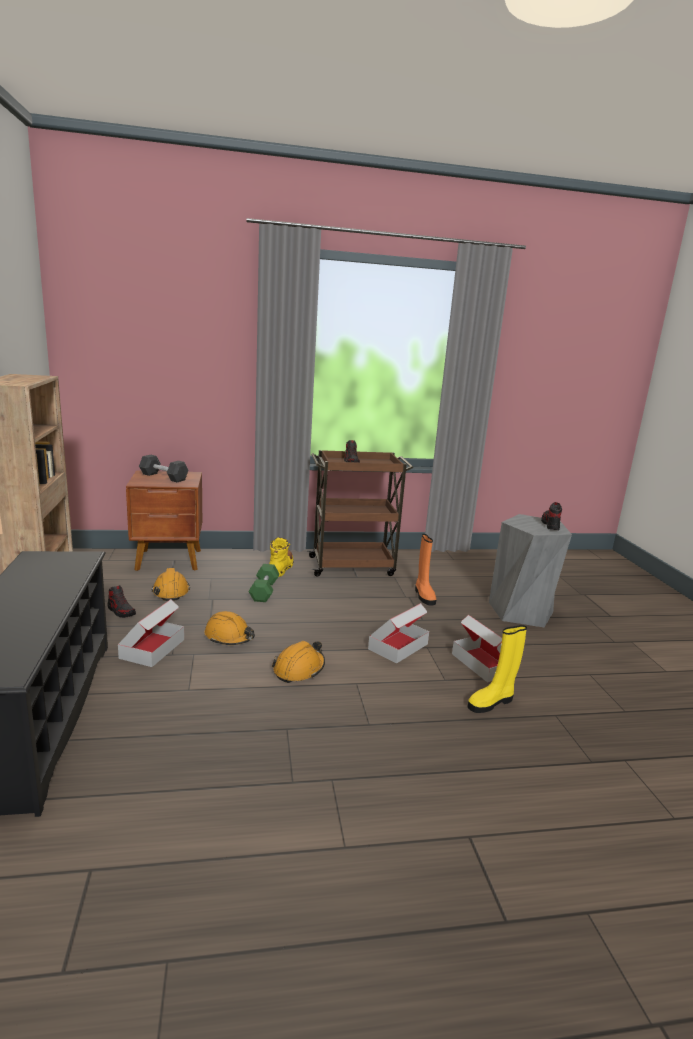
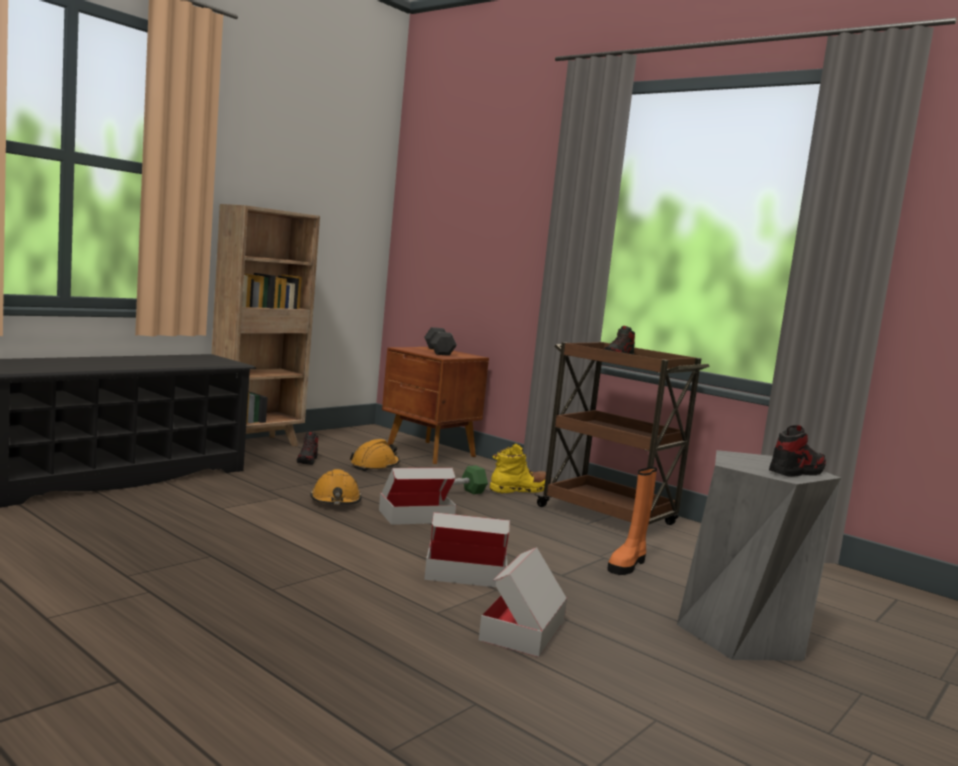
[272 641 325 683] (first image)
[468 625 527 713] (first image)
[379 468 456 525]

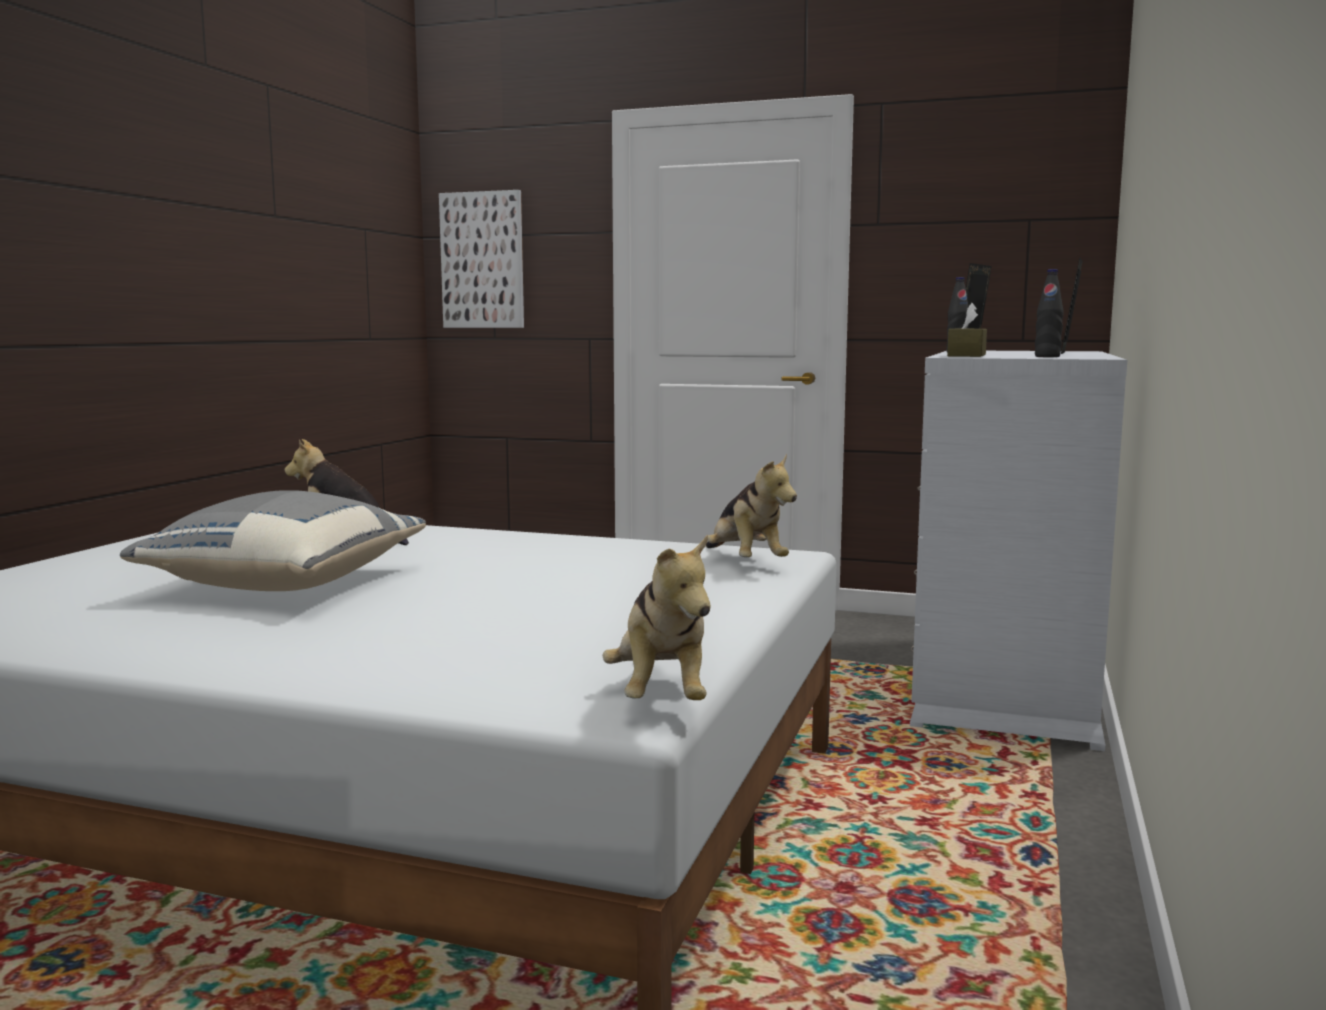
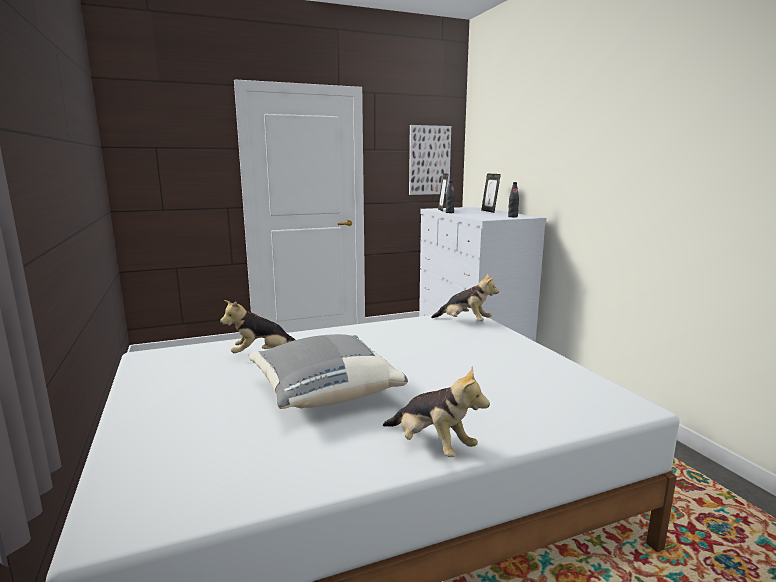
[947 303 987 357] (first image)
[409 125 451 195]
[383 366 490 457]

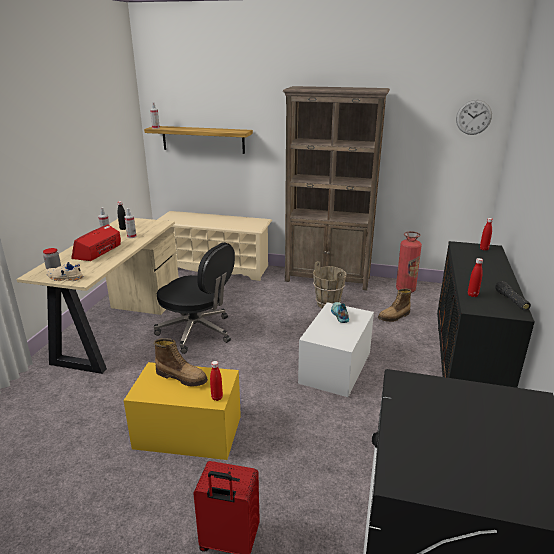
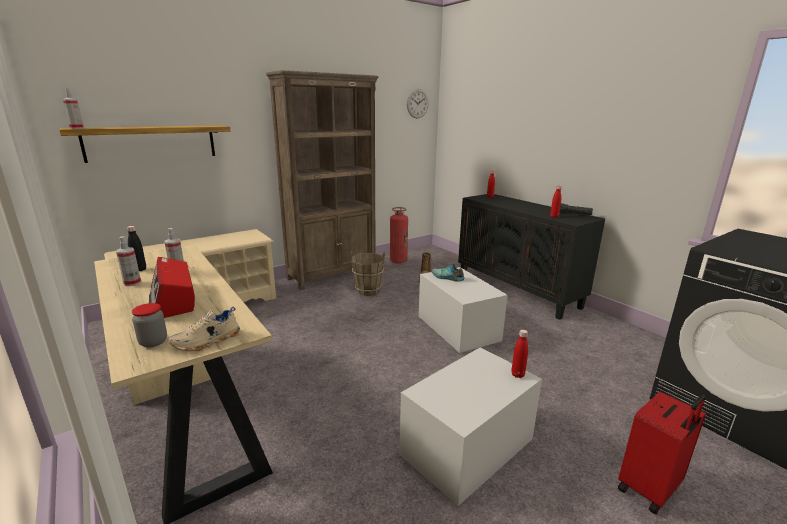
[154 242 235 354] (first image)
[154 338 208 387] (first image)
[400 347 542 506]

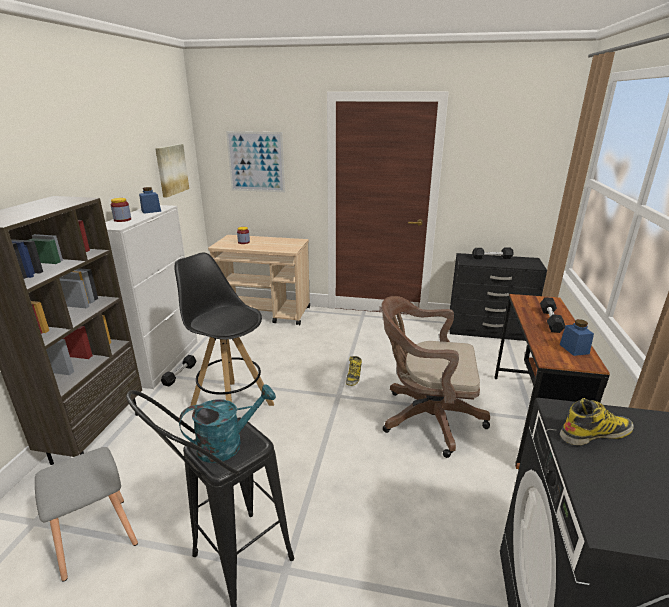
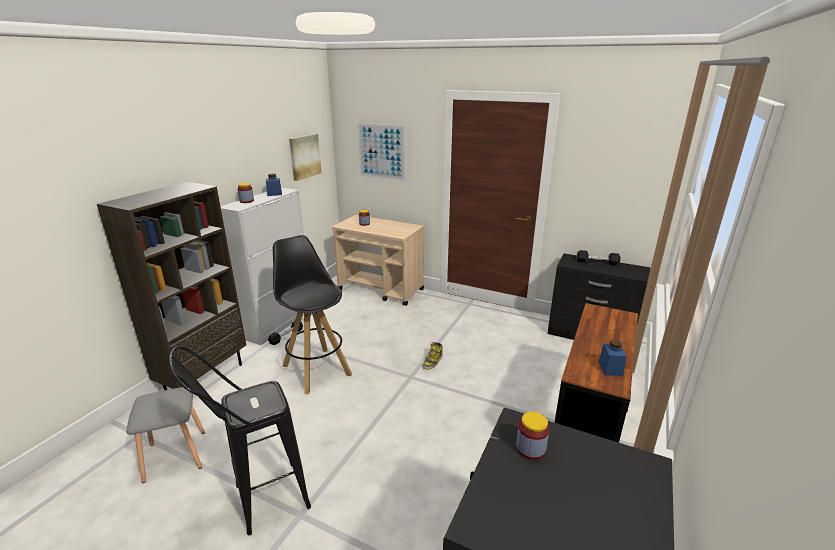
[179 384 276 463] (first image)
[381 296 490 458] (first image)
[540 297 565 333] (first image)
[516 412 549 460]

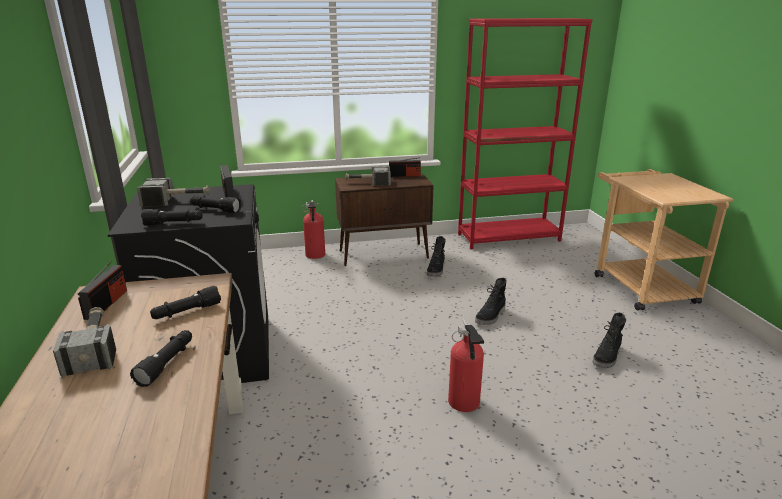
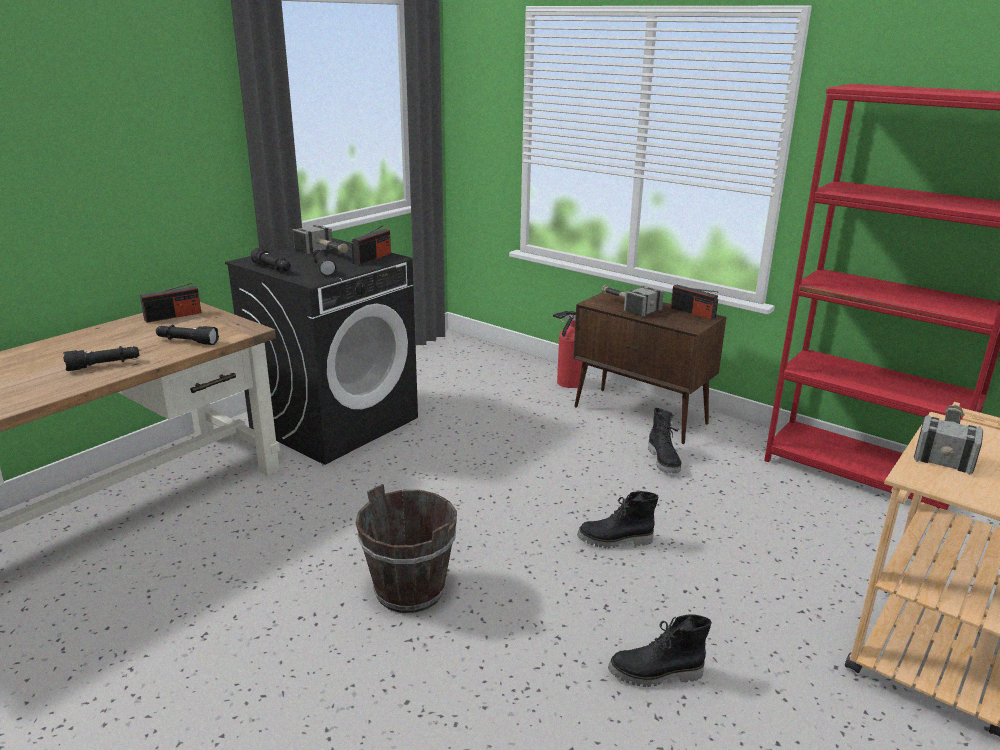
[914 405 983 475]
[356 484 457 613]
[648 408 682 473]

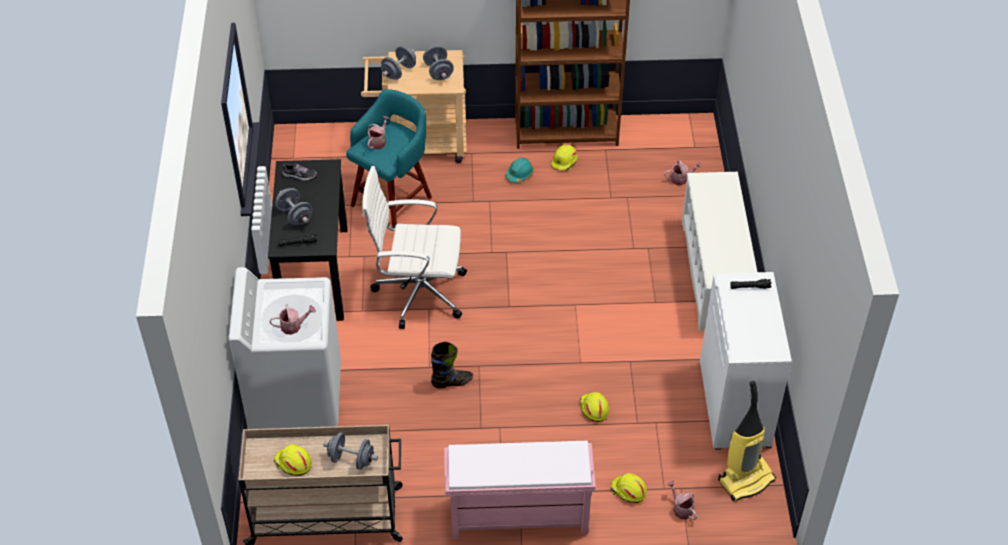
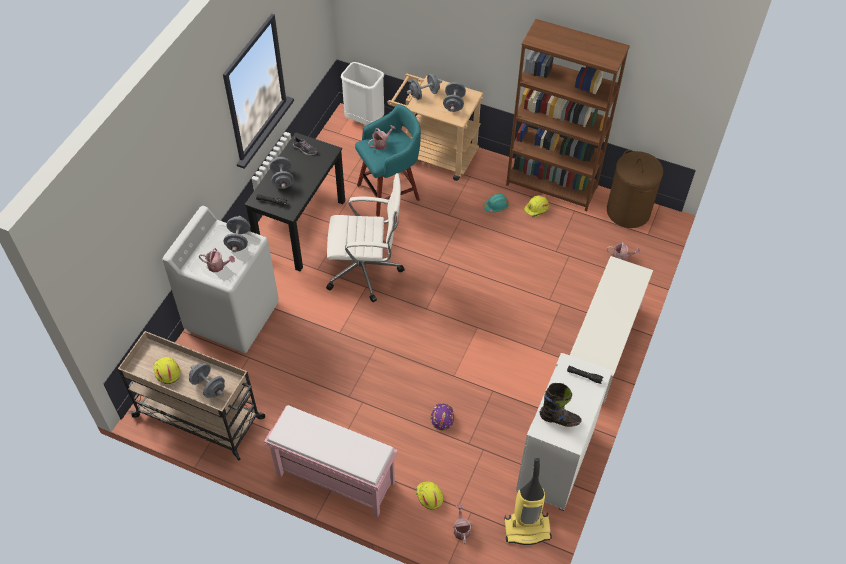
[224 216 250 252]
[341 62 384 125]
[607 150 663 228]
[540 383 582 427]
[430 403 454 430]
[326 173 405 302]

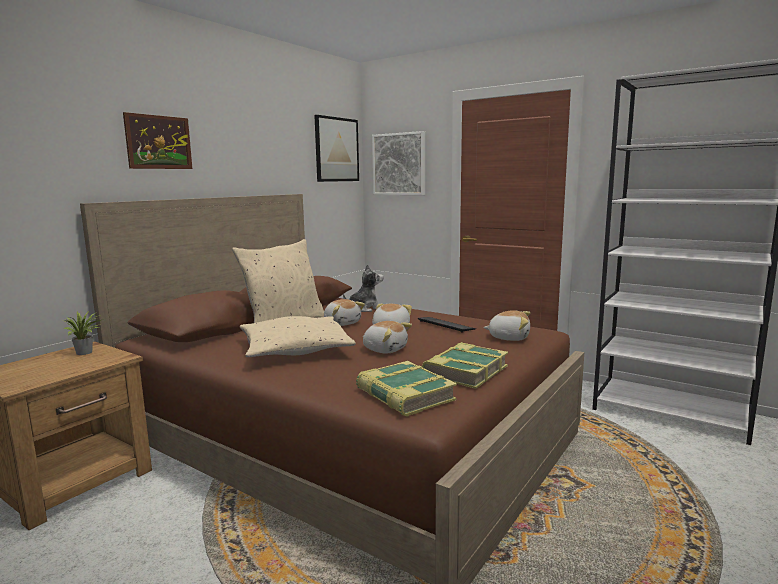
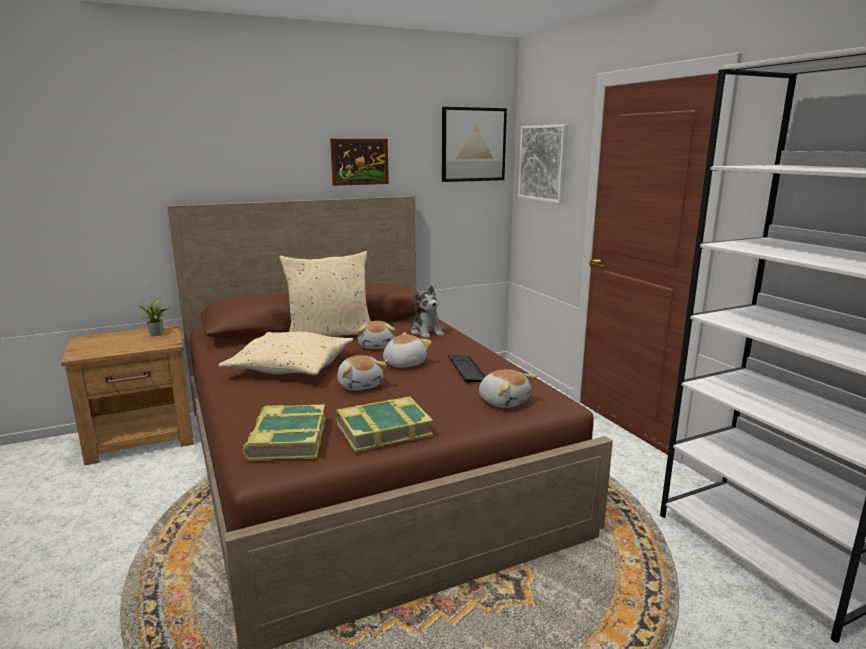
[330 139 389 186]
[411 285 444 338]

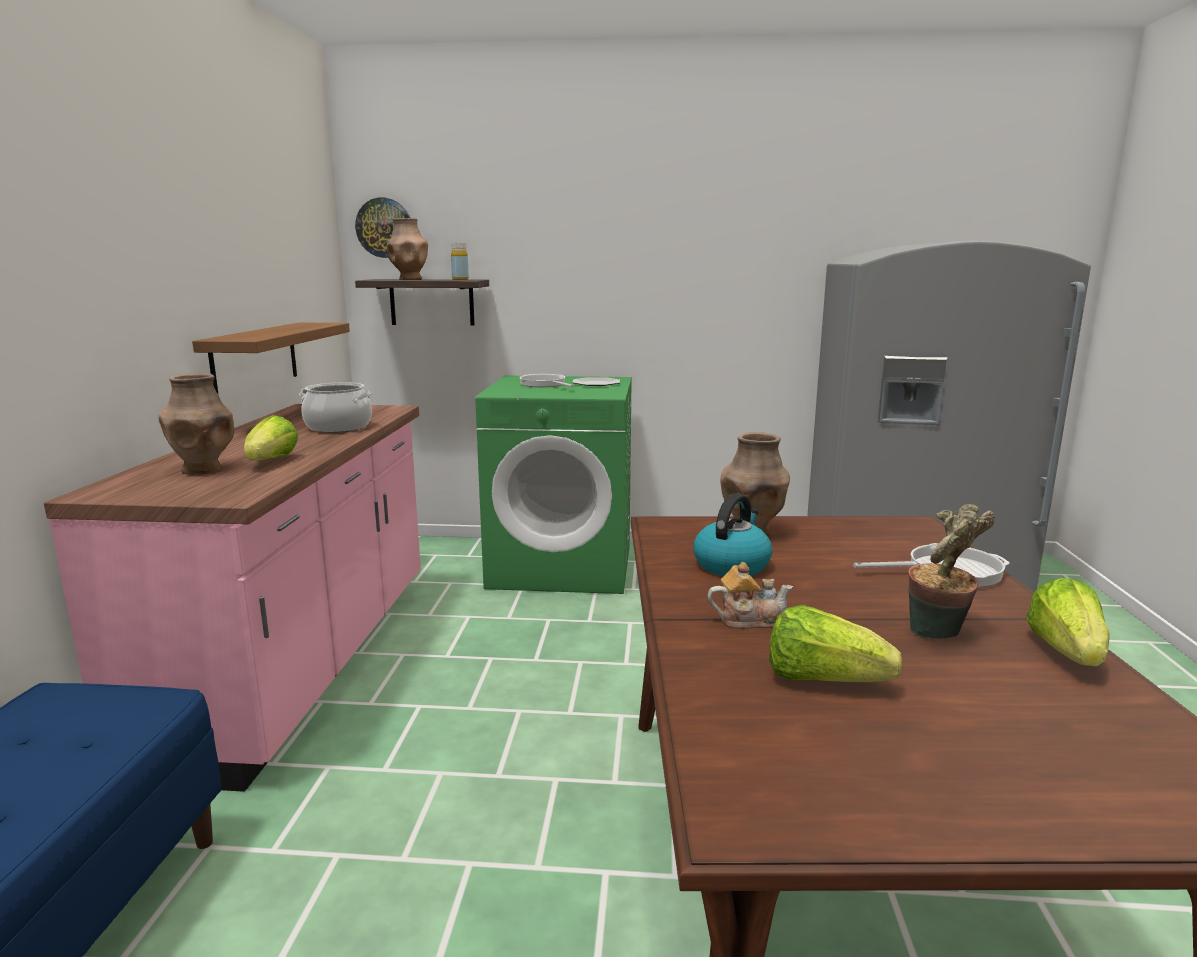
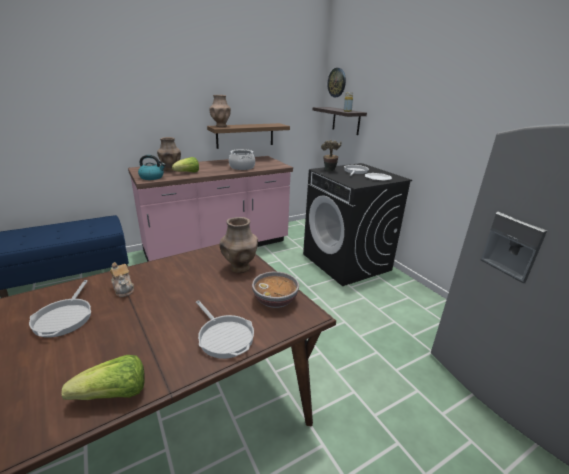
[252 271 299 308]
[209 95 231 127]
[138 155 166 180]
[321 139 342 171]
[29 280 91 337]
[303 163 412 286]

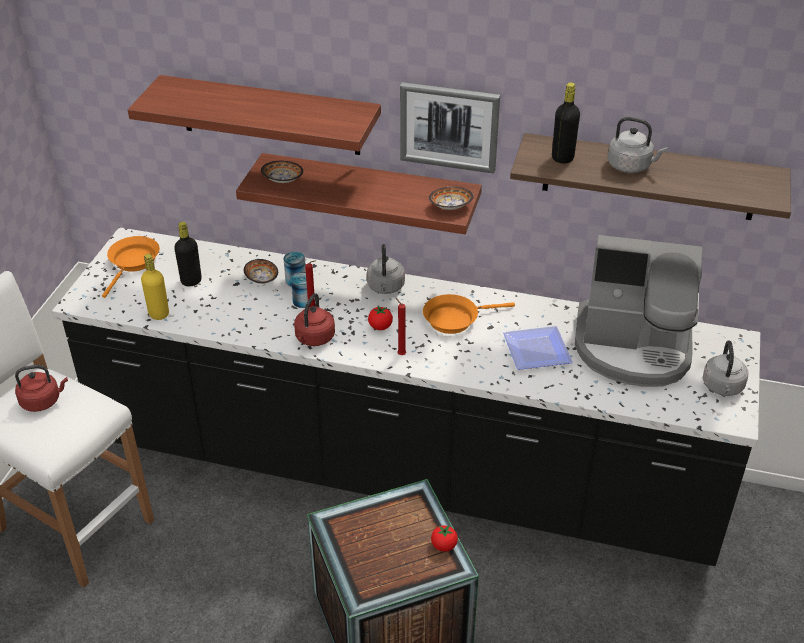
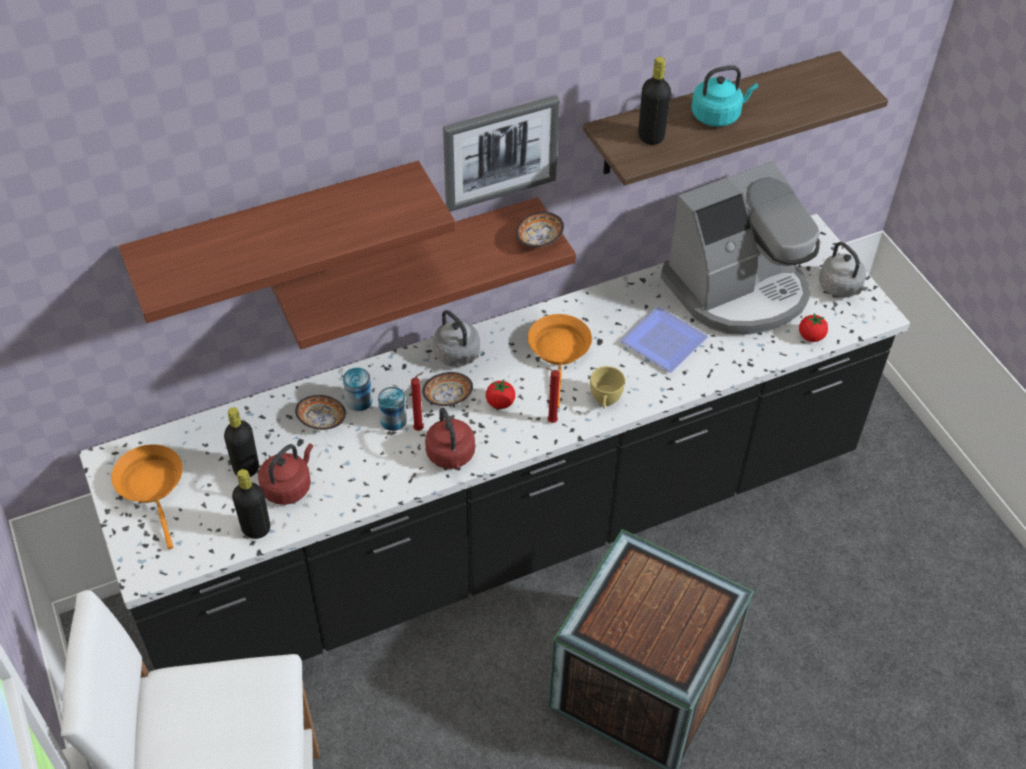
[590 366 625 408]
[258 443 313 505]
[422 372 473 406]
[799 313 828 342]
[232 469 270 539]
[691 65 758 127]
[528 314 592 408]

